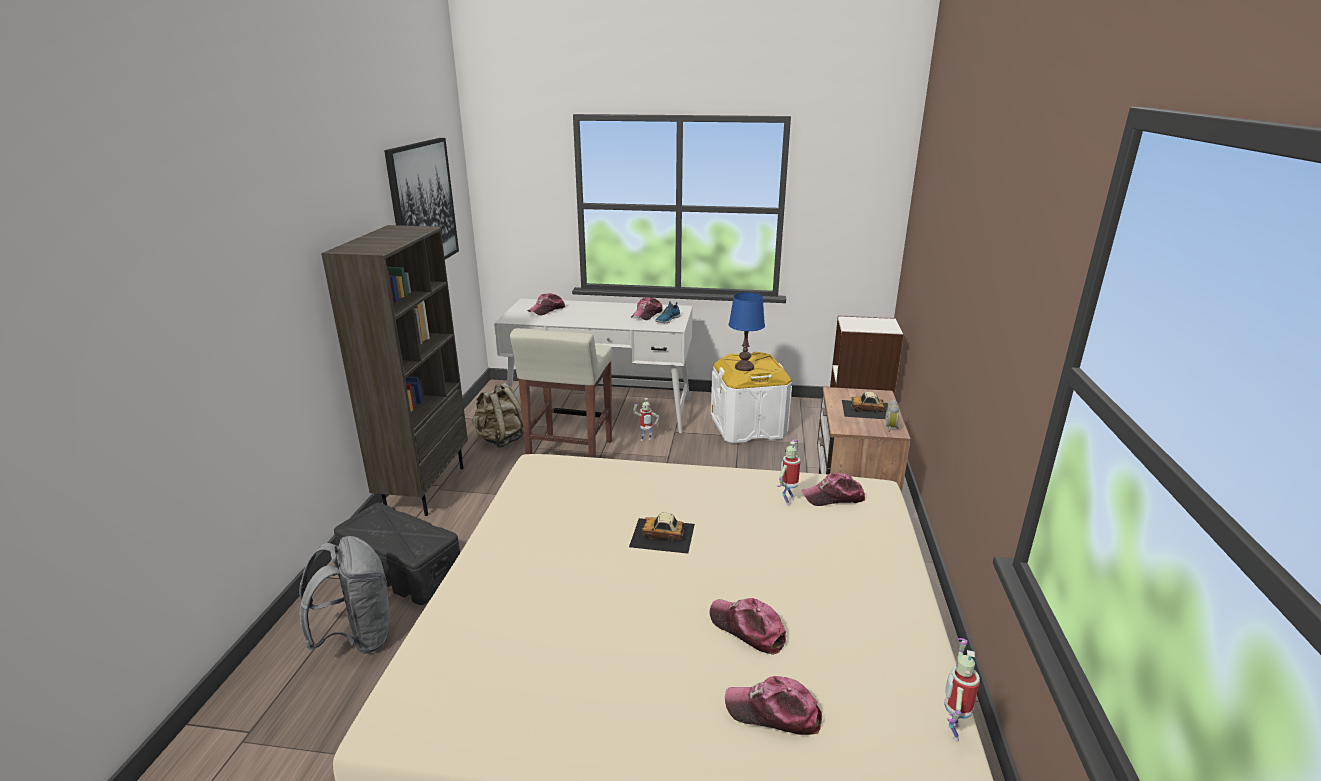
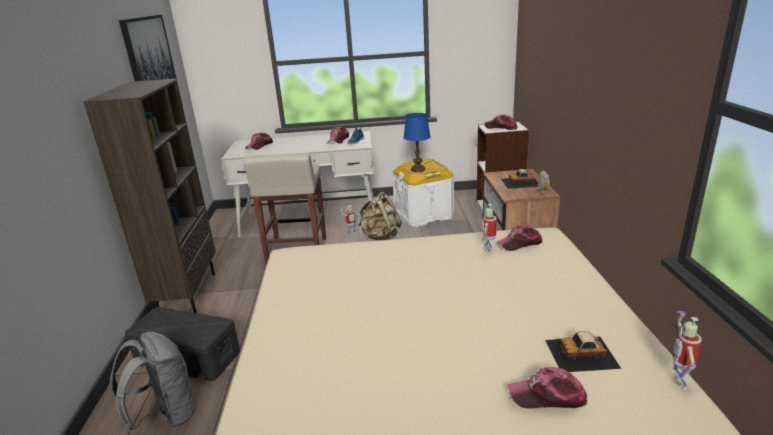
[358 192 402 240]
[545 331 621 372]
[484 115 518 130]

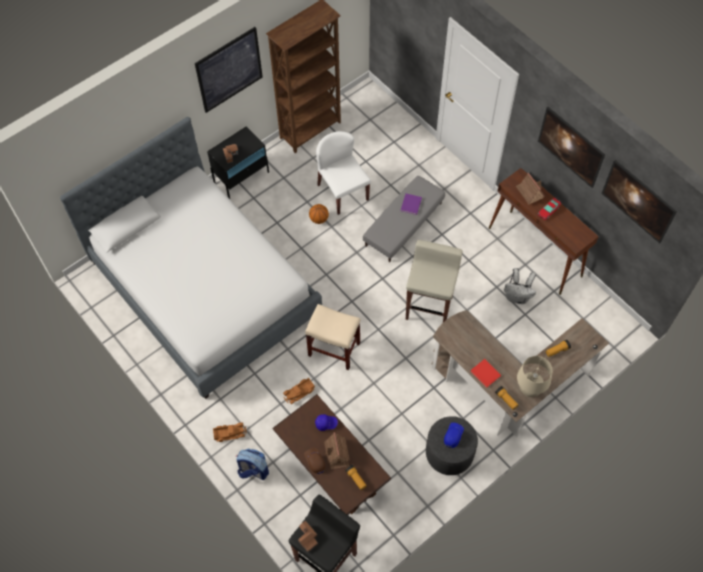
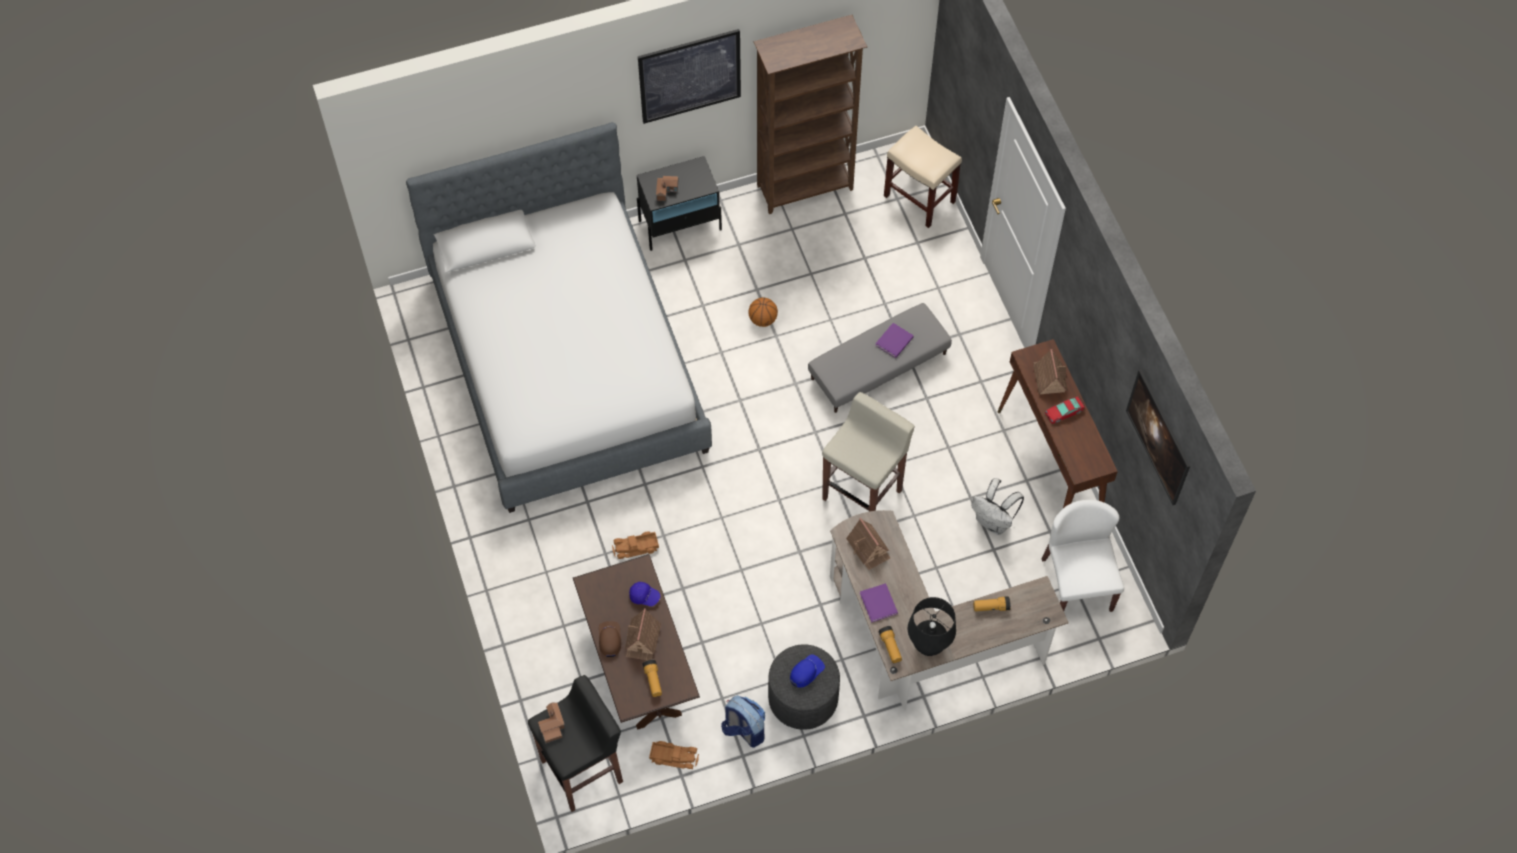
[538 107 605 188] (first image)
[846 518 890 570]
[649 741 699 770]
[721 695 765 748]
[884 125 962 228]
[1042 500 1124 612]
[860 583 898 622]
[908 597 956 656]

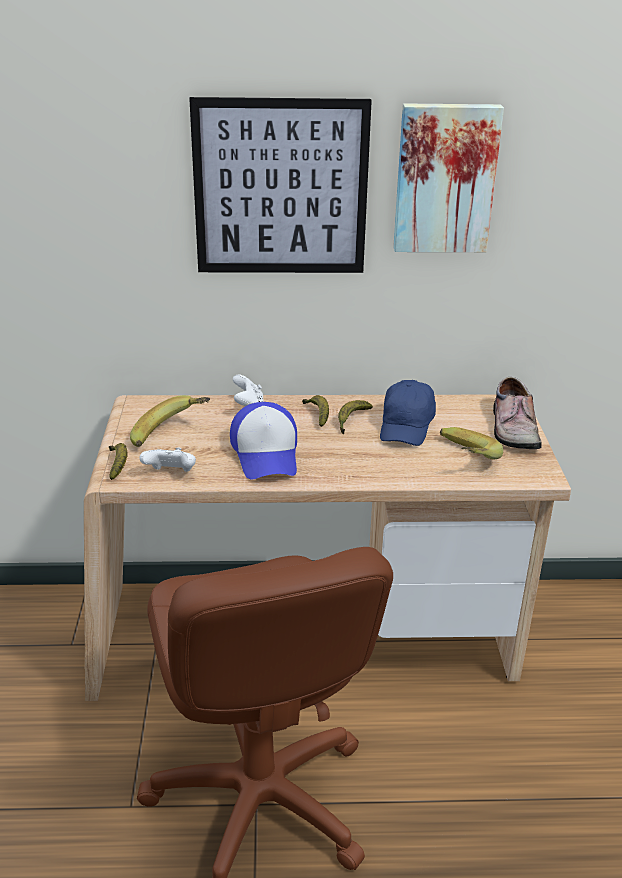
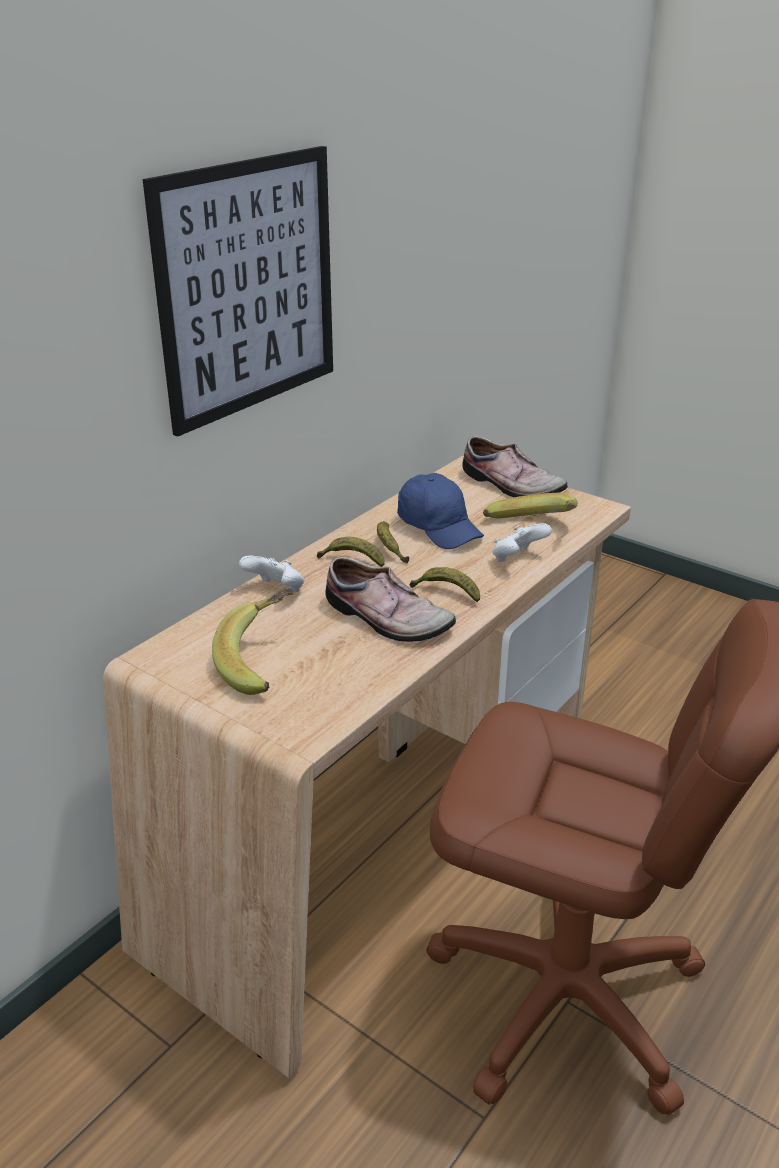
[393 103 504 252] (first image)
[409 567 480 602]
[492 523 552 562]
[326 557 456 642]

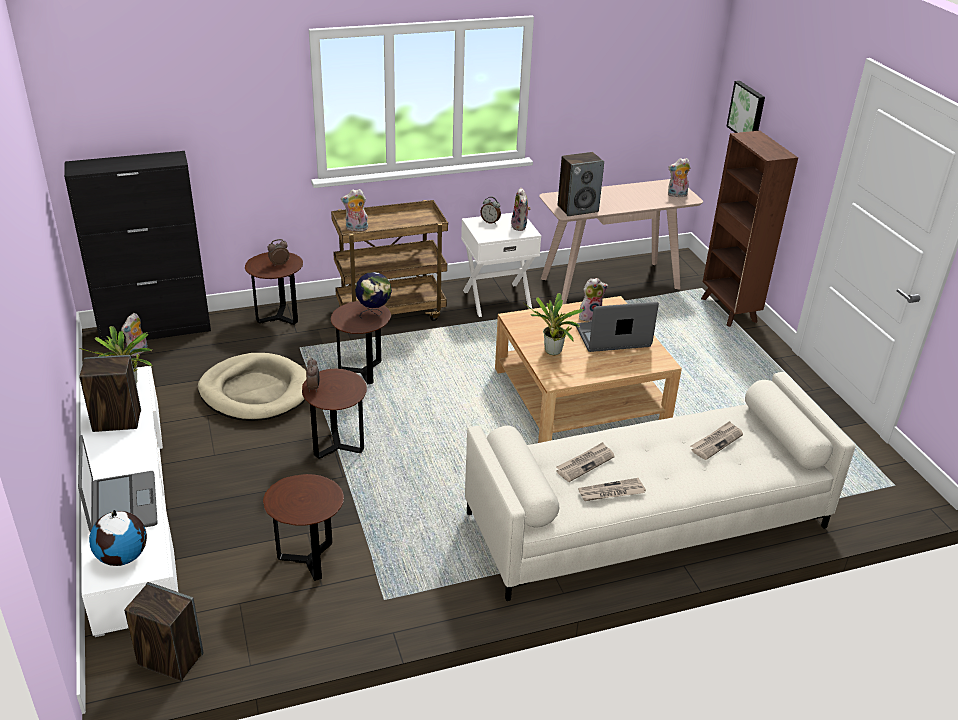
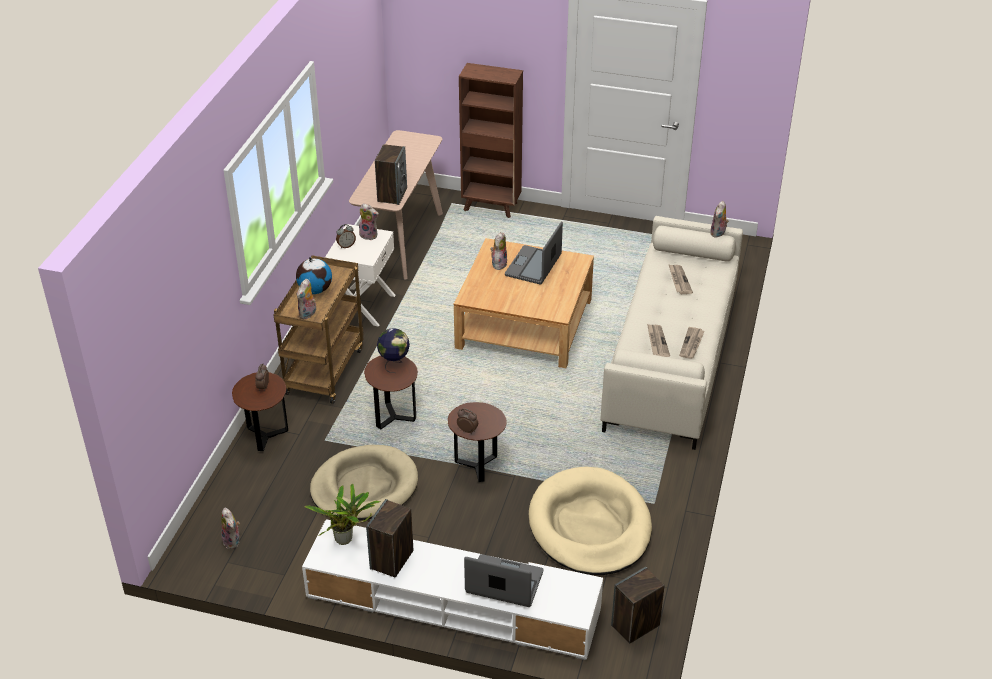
[64 151 211 346] (first image)
[524 293 585 355] (first image)
[726 81 765 133] (first image)
[296 257 332 294]
[710 201 729 238]
[529 466 652 575]

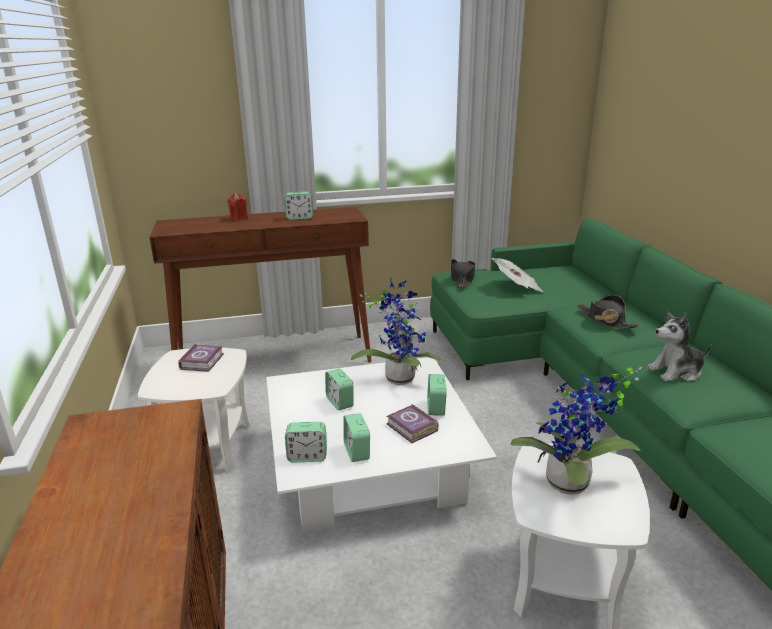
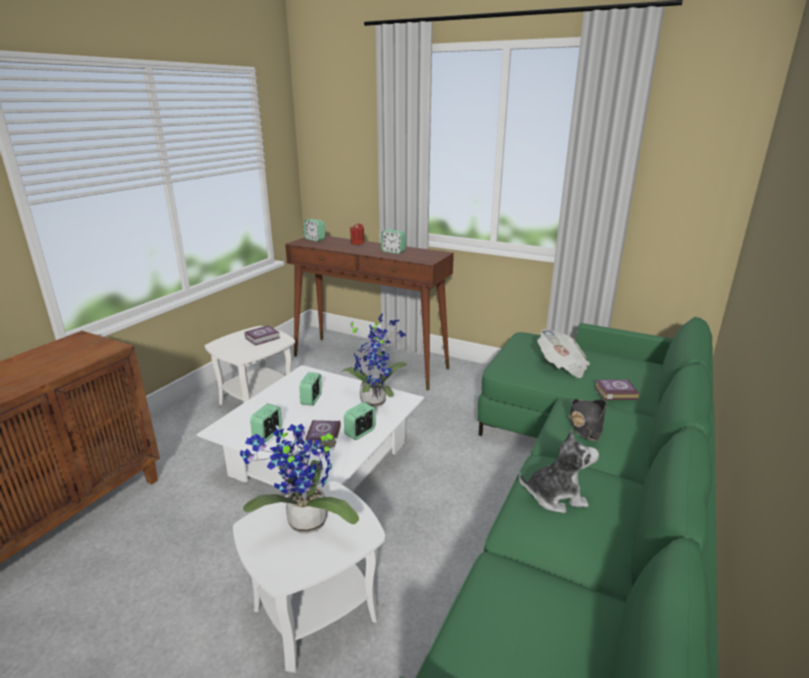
[451 259 475 287] (first image)
[594 380 639 400]
[303 219 325 241]
[519 429 599 513]

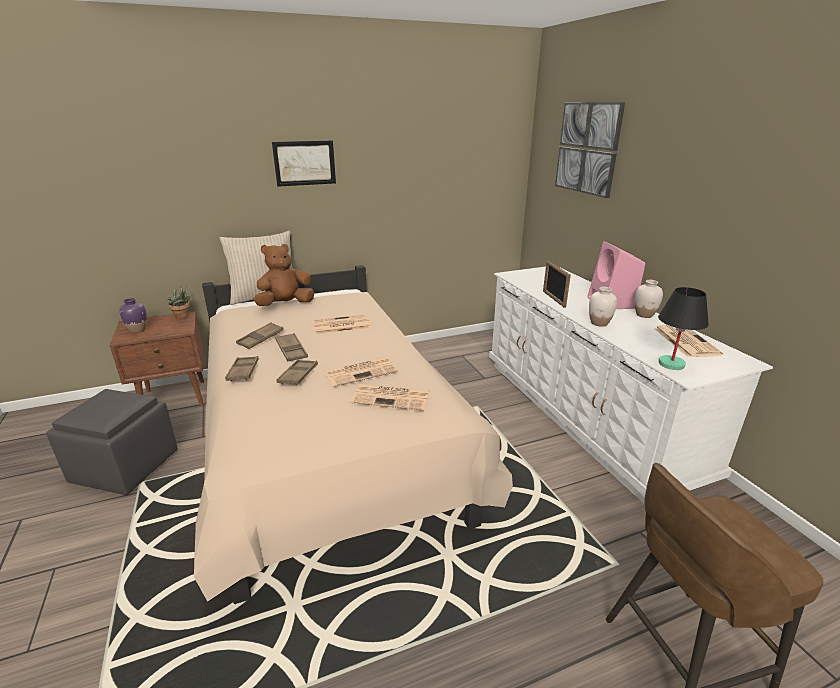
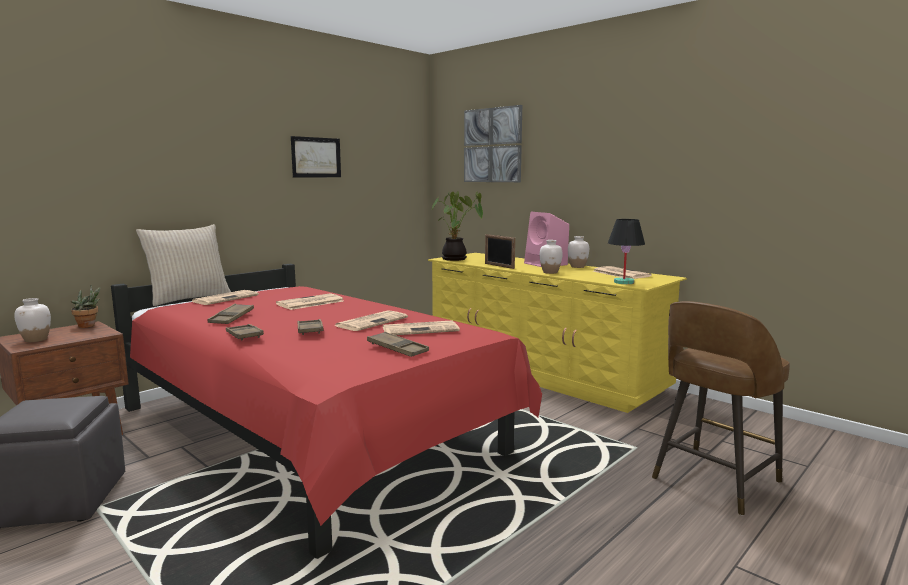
[431 191 483 261]
[291 136 341 177]
[367 332 429 357]
[192 290 259 305]
[14 298 51 342]
[111 264 542 559]
[428 253 687 413]

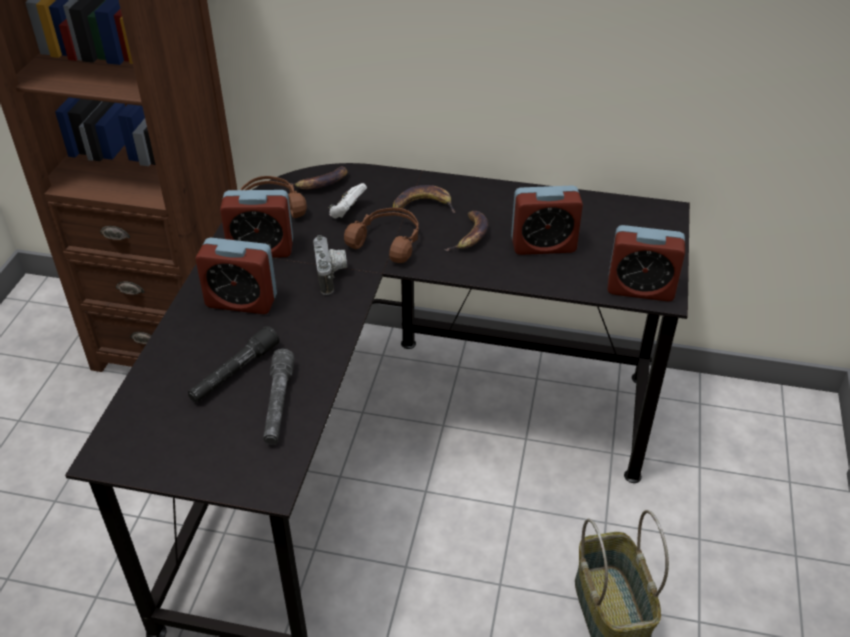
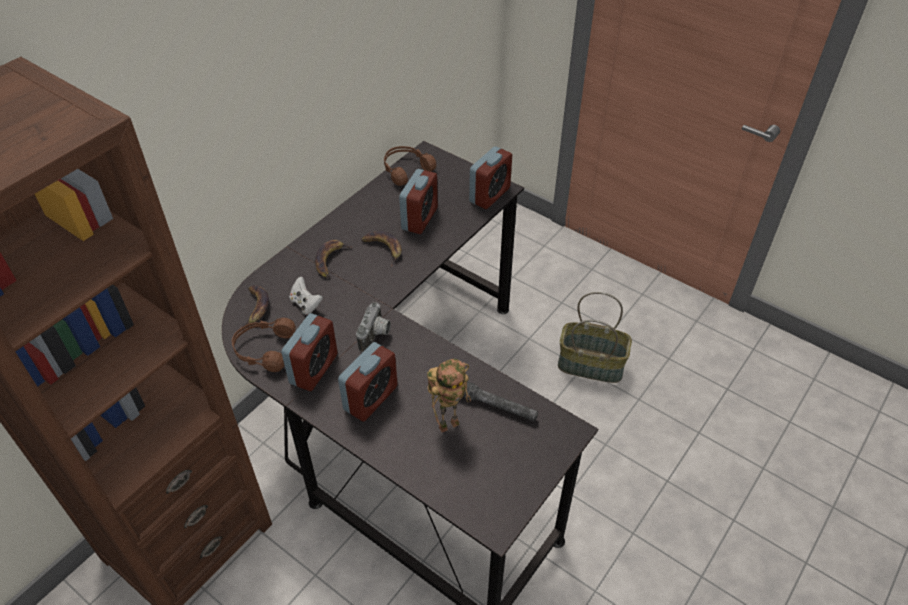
[384 146 436 186]
[427 359 471 432]
[356 302 391 352]

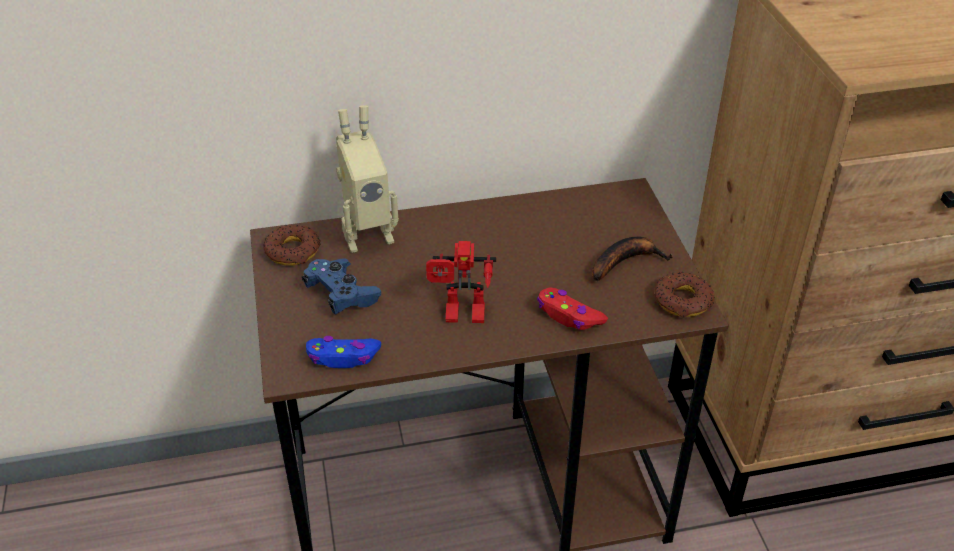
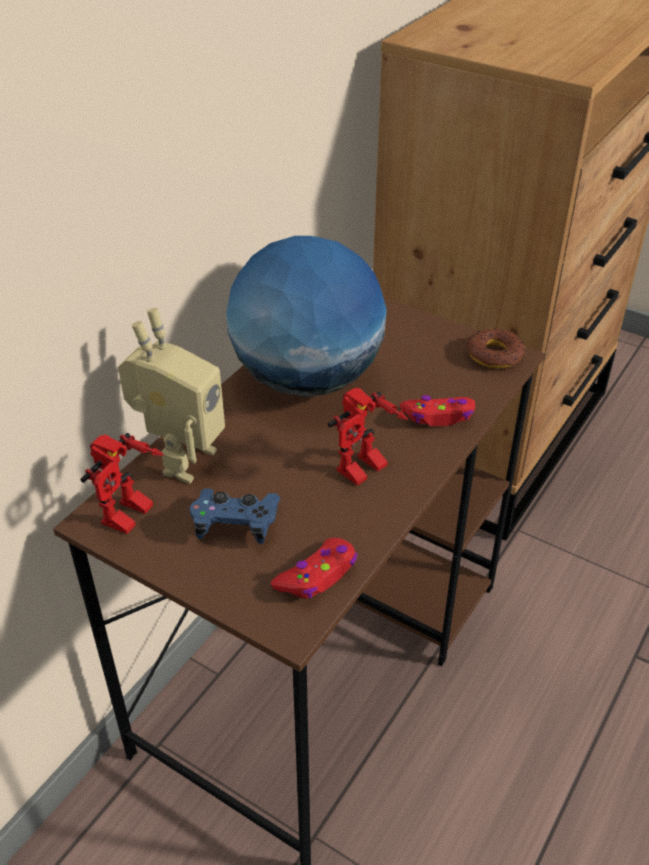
[592 236 673 281] (first image)
[226 236 387 397]
[80 433 164 534]
[271 538 357 598]

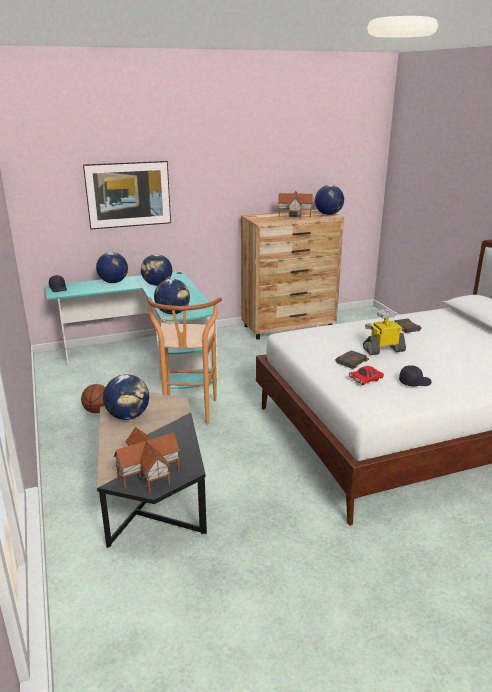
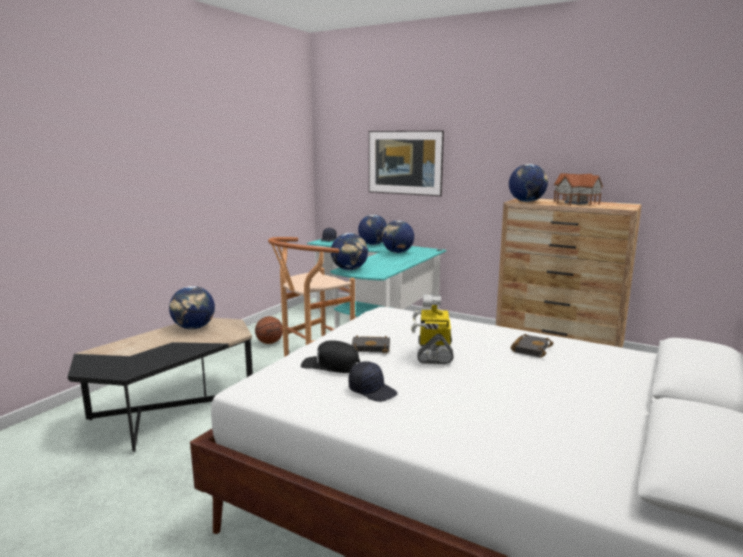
[113 427 180 493] (first image)
[509 164 548 202]
[301 340 360 373]
[411 294 454 364]

